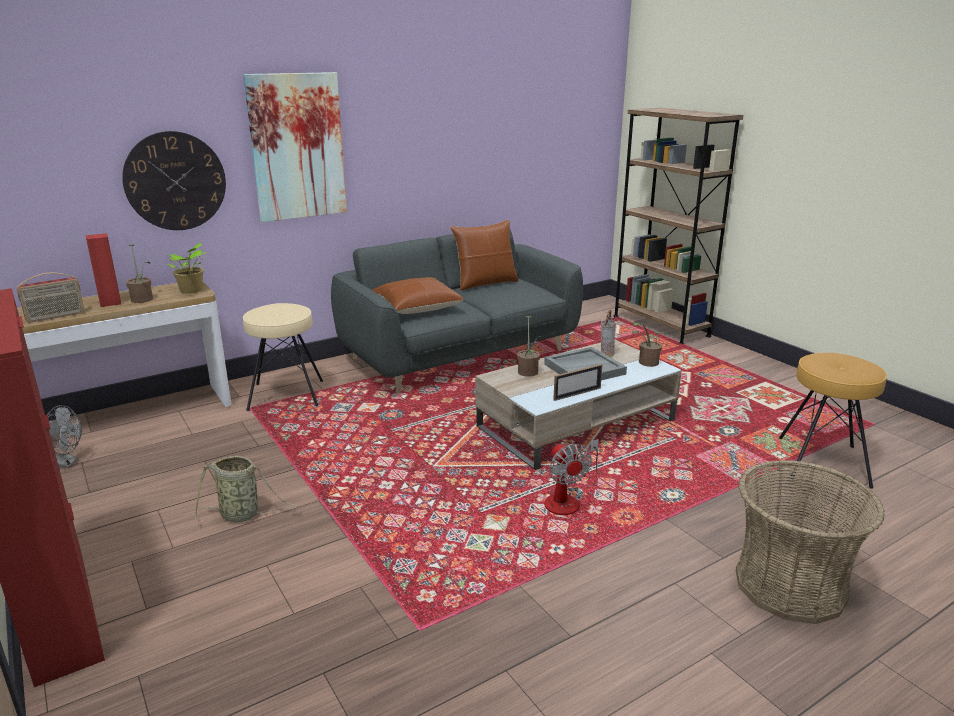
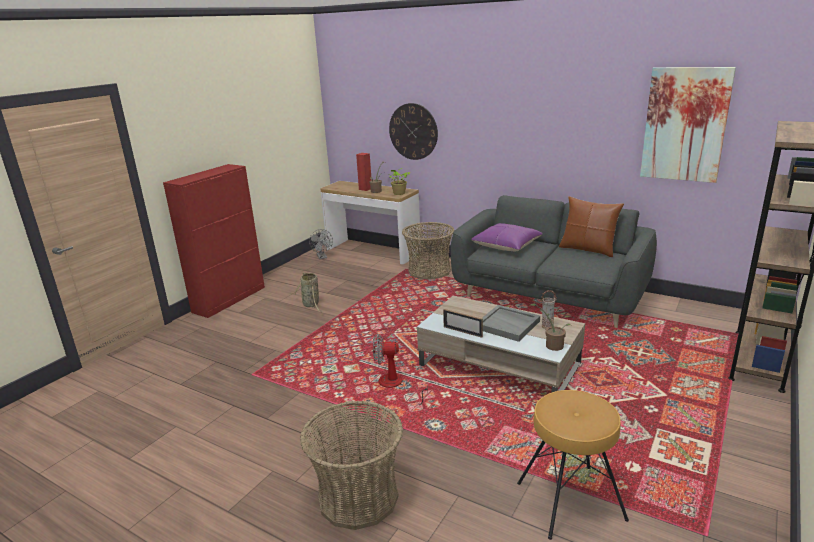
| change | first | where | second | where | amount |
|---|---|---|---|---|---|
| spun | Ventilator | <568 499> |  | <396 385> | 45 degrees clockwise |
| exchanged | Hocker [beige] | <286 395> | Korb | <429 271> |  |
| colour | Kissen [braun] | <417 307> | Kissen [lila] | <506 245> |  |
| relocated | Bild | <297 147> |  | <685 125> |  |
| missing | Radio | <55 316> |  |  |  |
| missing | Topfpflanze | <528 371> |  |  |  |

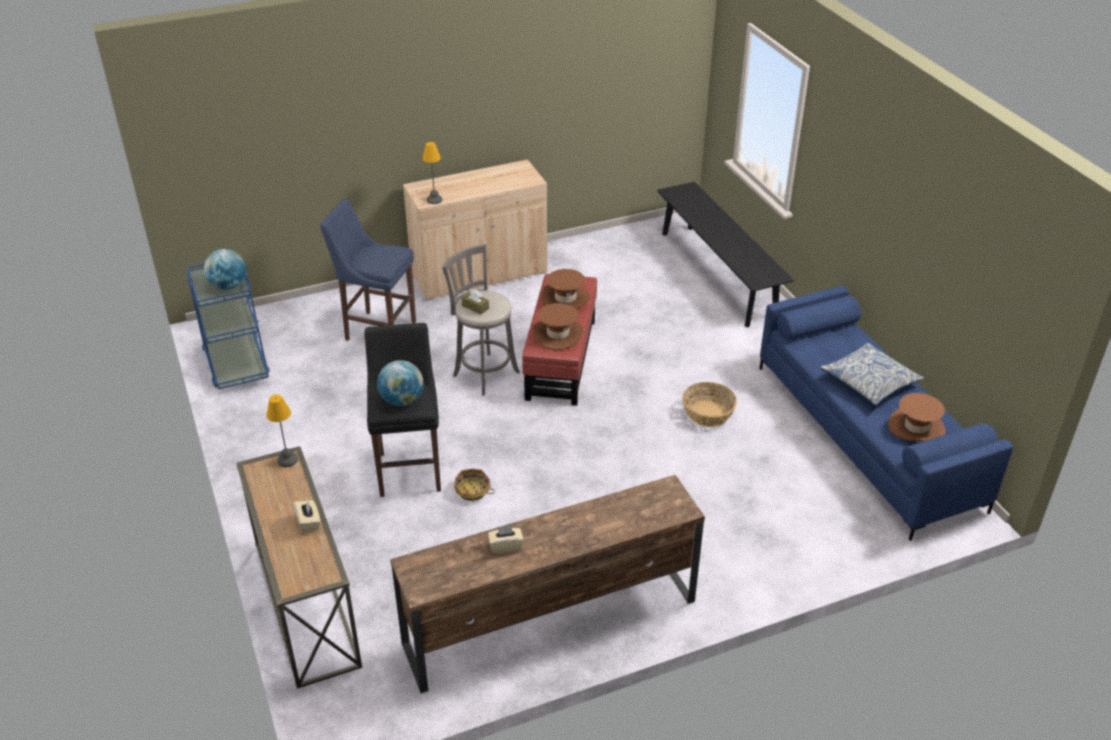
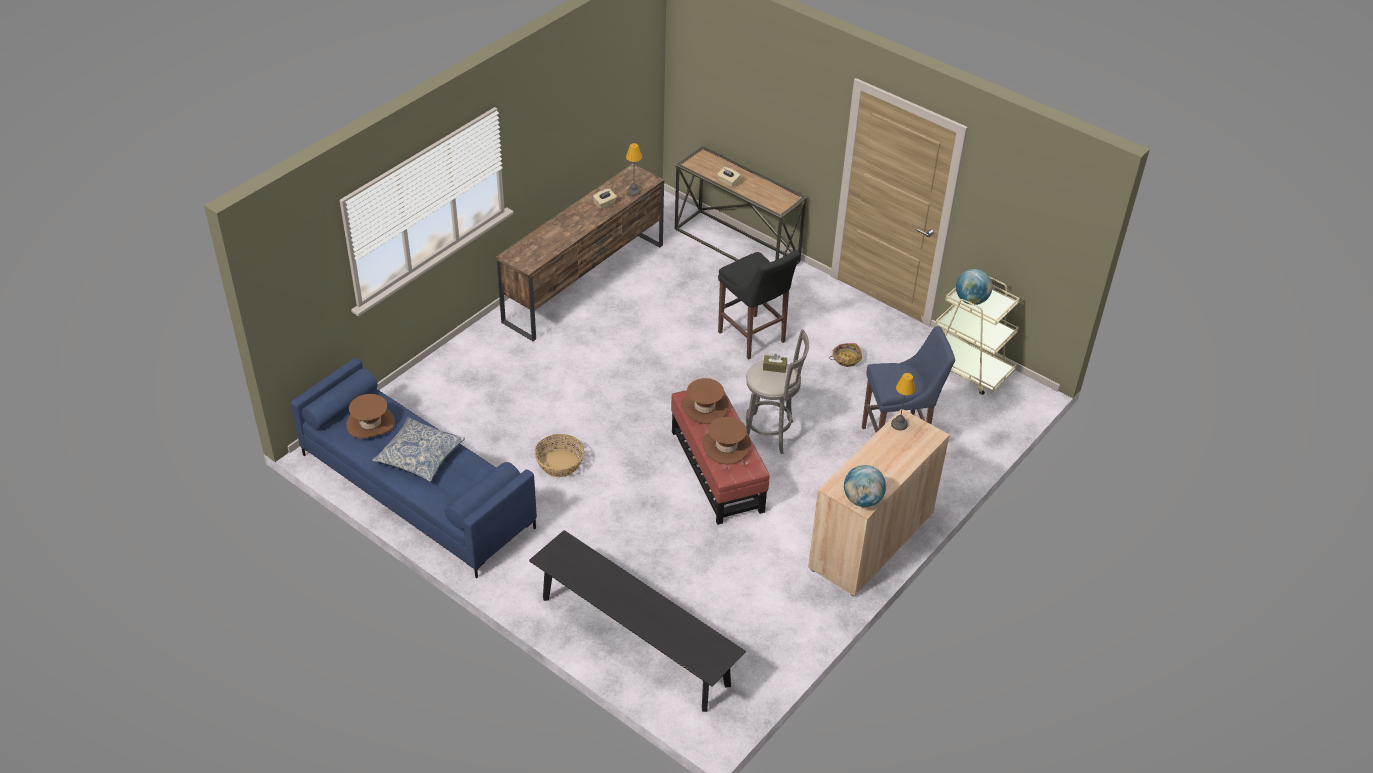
| change | first | where | second | where | amount |
|---|---|---|---|---|---|
| relocated | Tischlampe | <287 460> |  | <634 191> |  |
| relocated | Korb | <472 491> |  | <846 359> |  |
| relocated | Globus | <402 400> |  | <862 500> |  |
| colour | Rollwagen [blau] | <236 364> | Rollwagen [beige] | <968 369> |  |

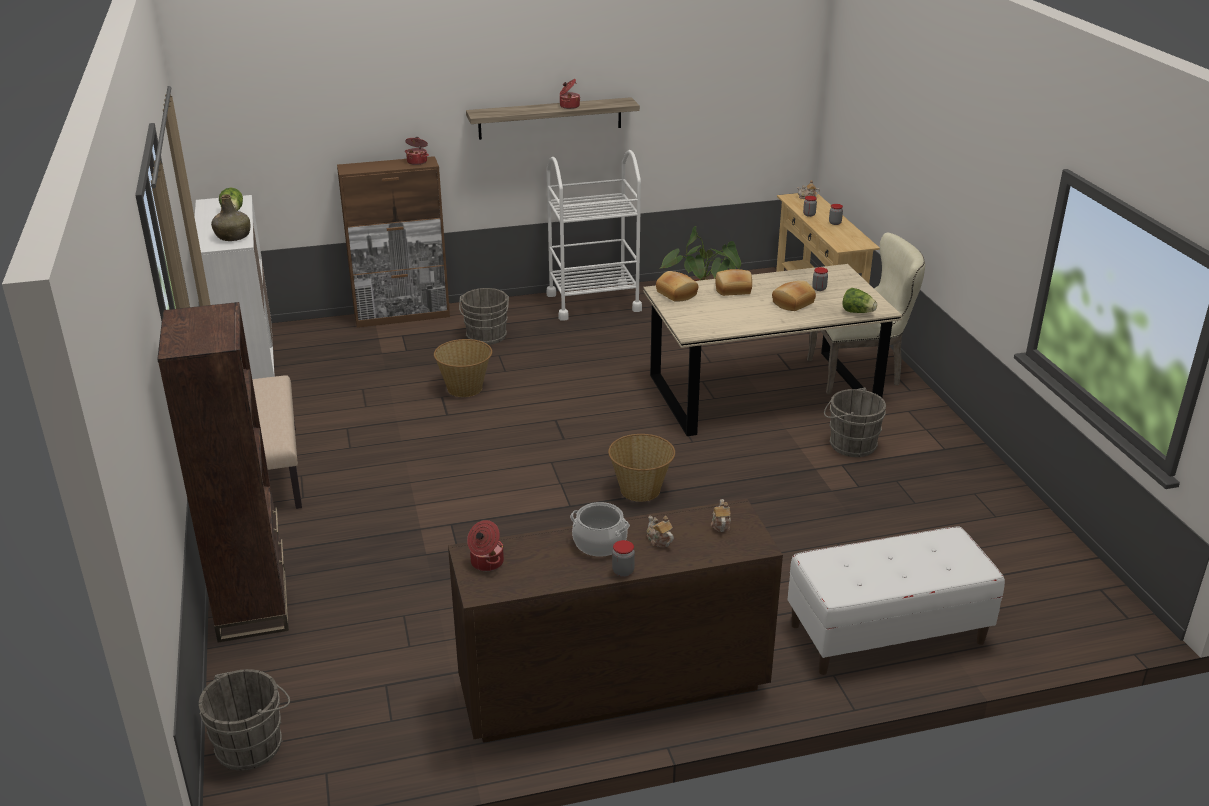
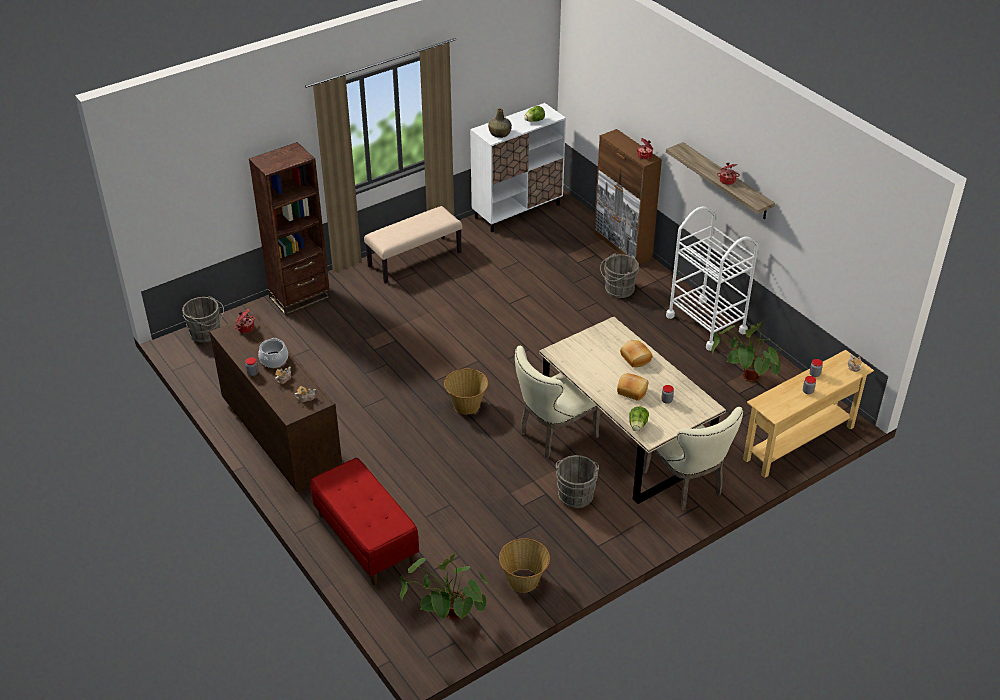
| change | first | where | second | where | amount |
|---|---|---|---|---|---|
| colour | Bank [weiß] | <886 634> | Bank [rot] | <365 539> |  |
| appeared |  |  | Topfpflanze | <447 618> |  |
| relocated | Korb | <465 388> |  | <524 581> |  |
| appeared |  |  | Stuhl [beige] | <553 435> |  |
| missing | Brot | <677 293> |  |  |  |

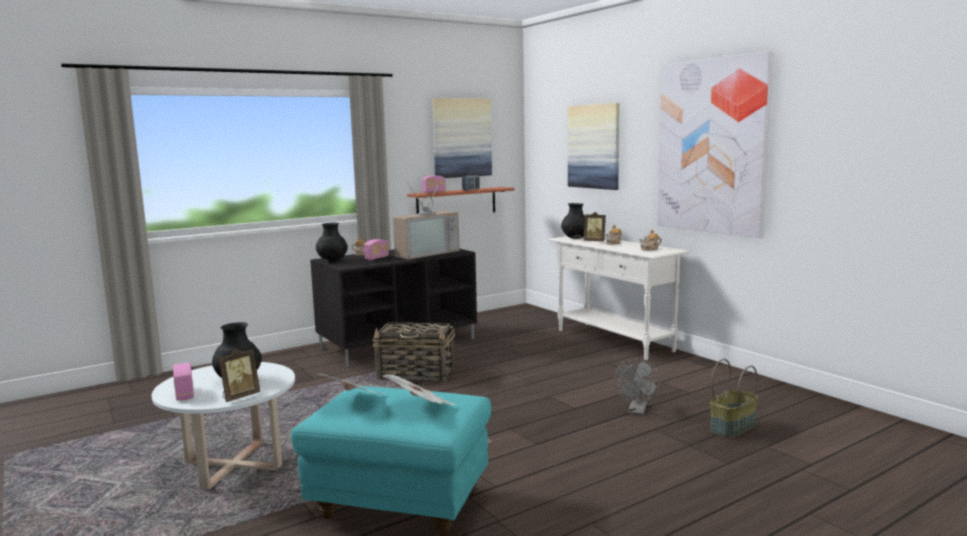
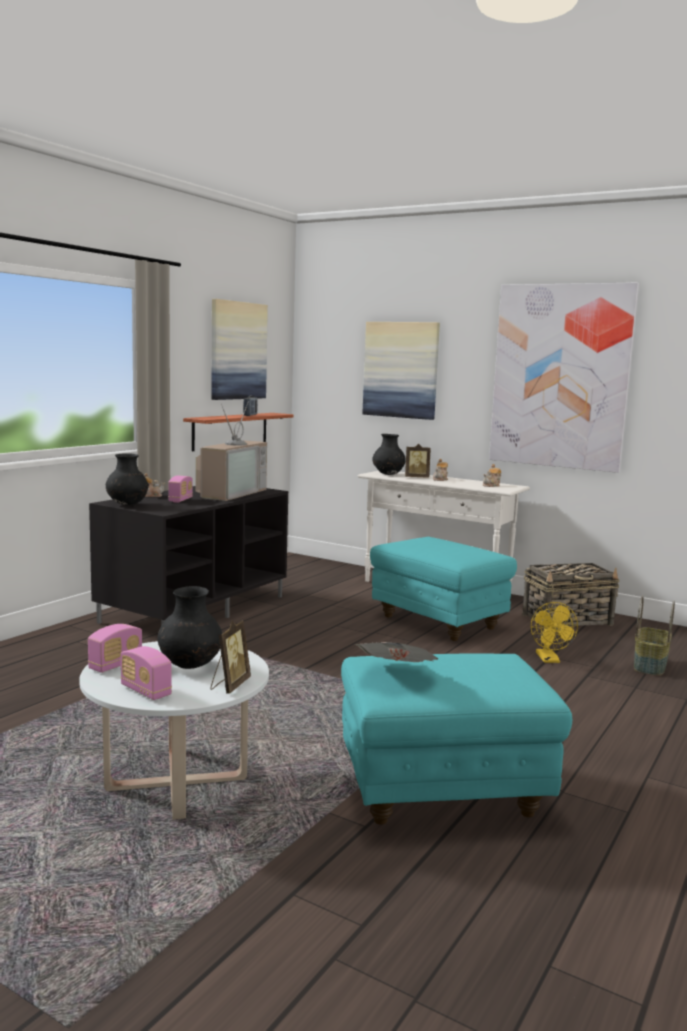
| change | first | where | second | where | amount |
|---|---|---|---|---|---|
| relocated | Radio | <434 192> |  | <116 665> |  |
| appeared |  |  | Polsterhocker [türkis] | <439 622> |  |
| relocated | Korb | <417 374> |  | <568 620> |  |
| colour | Ventilator [grau] | <637 411> | Ventilator [gelb] | <549 660> |  |
| missing | Zeitung | <419 408> |  |  |  |

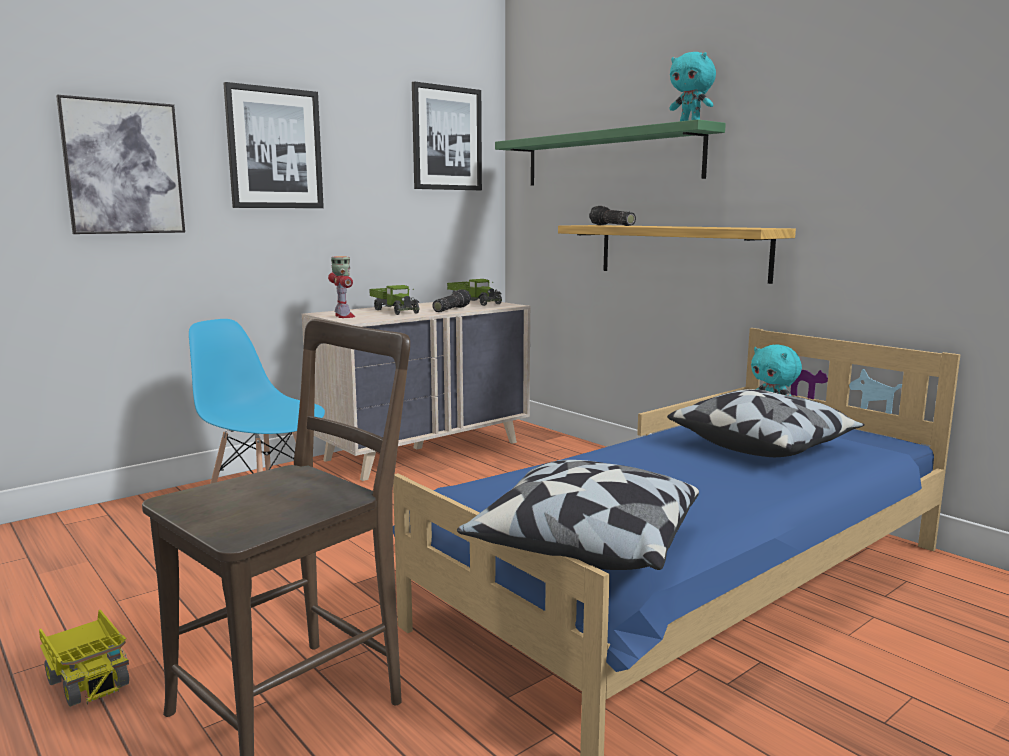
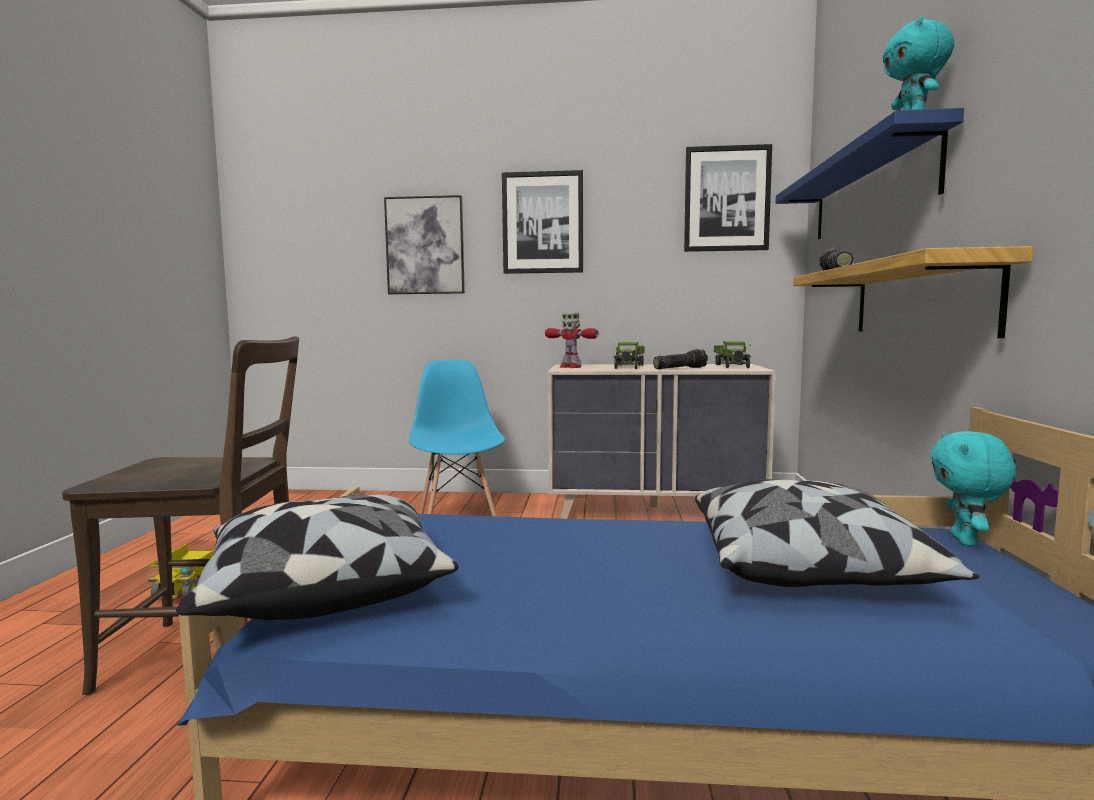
| change | first | where | second | where | amount |
|---|---|---|---|---|---|
| spun | Spielzeugroboter | <344 316> |  | <570 367> | 105 degrees clockwise |
| colour | Wandregal [grün] | <609 158> | Wandregal [blau] | <869 192> |  |

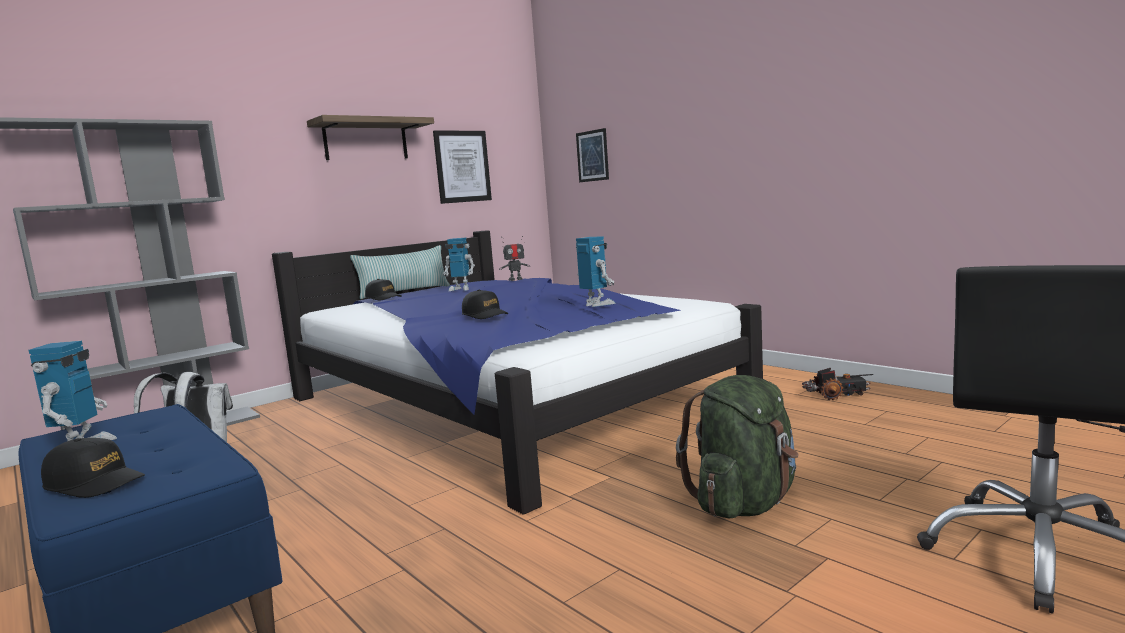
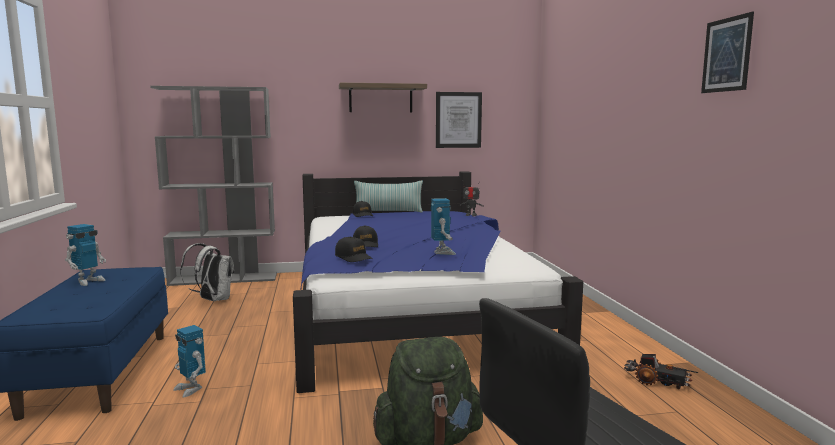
| change | first | where | second | where | amount |
|---|---|---|---|---|---|
| relocated | Spielzeugroboter | <461 289> |  | <191 389> |  |
| relocated | Kappe [schwarz] | <95 483> |  | <353 257> |  |
| relocated | Bild | <592 156> |  | <726 55> |  |

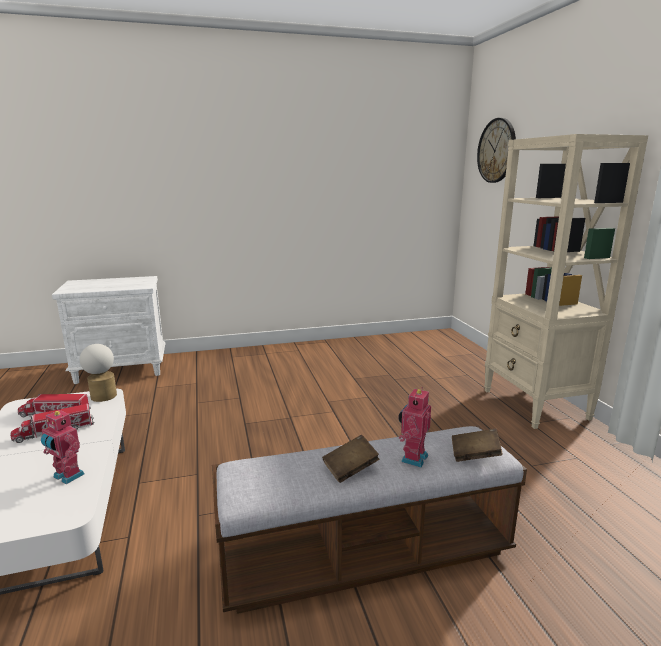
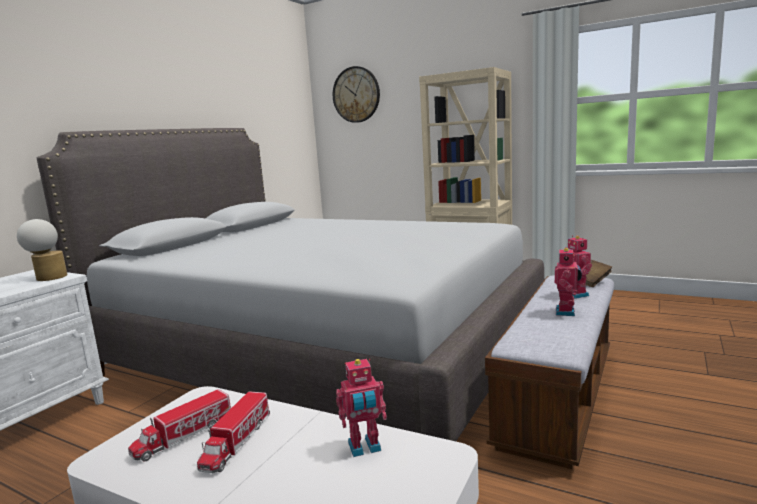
| change | first | where | second | where | amount |
|---|---|---|---|---|---|
| relocated | Tischlampe | <103 394> |  | <48 277> |  |
| appeared |  |  | Bett [grau] | <322 352> |  |
| exchanged | Buch [braun] | <350 469> | Spielzeugroboter | <567 312> |  |

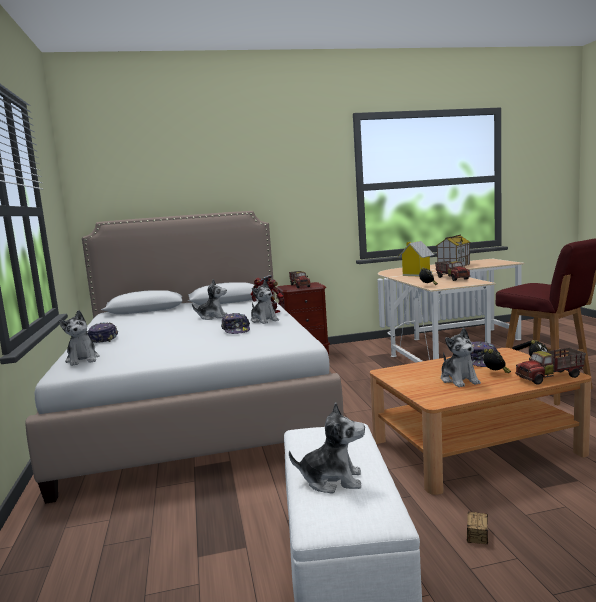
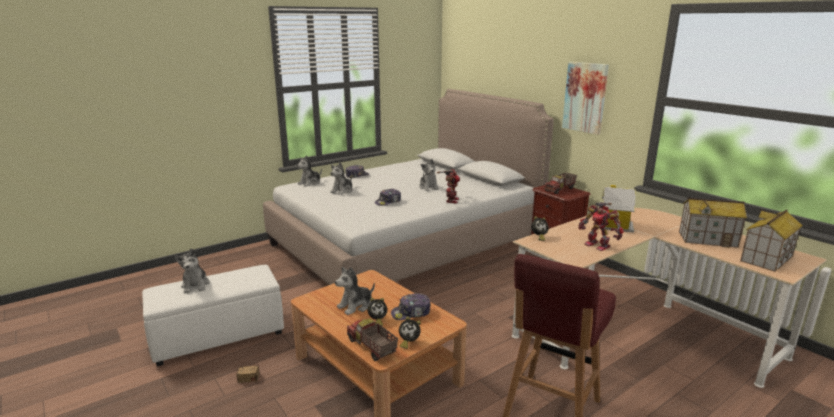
| change | first | where | second | where | amount |
|---|---|---|---|---|---|
| relocated | Plüschtier | <264 320> |  | <342 191> |  |
| appeared |  |  | Bild | <585 97> |  |
| exchanged | Spielzeuglaster | <452 278> | Spielzeugroboter | <598 245> |  |
| appeared |  |  | Spielzeughaus | <766 259> |  |

